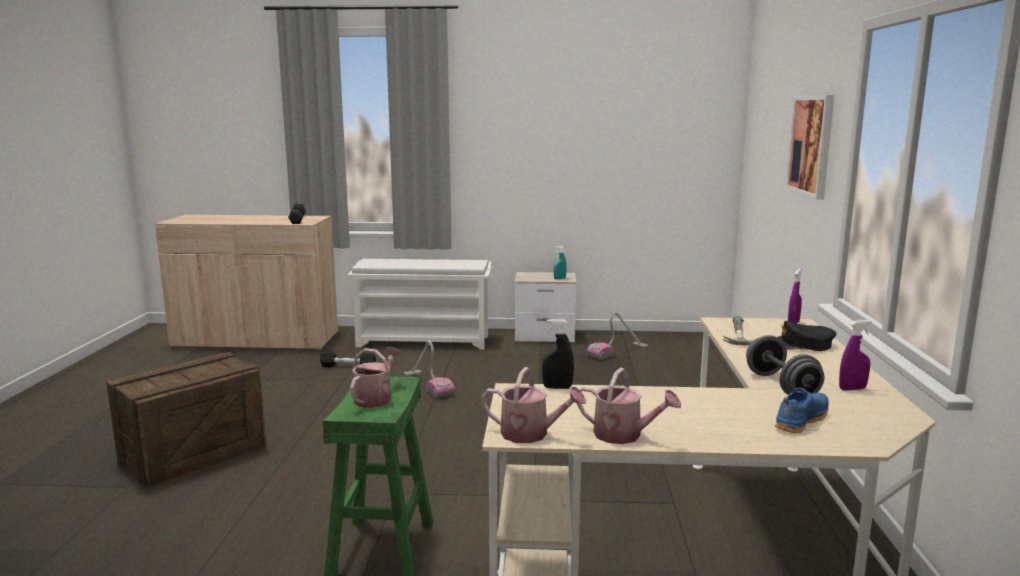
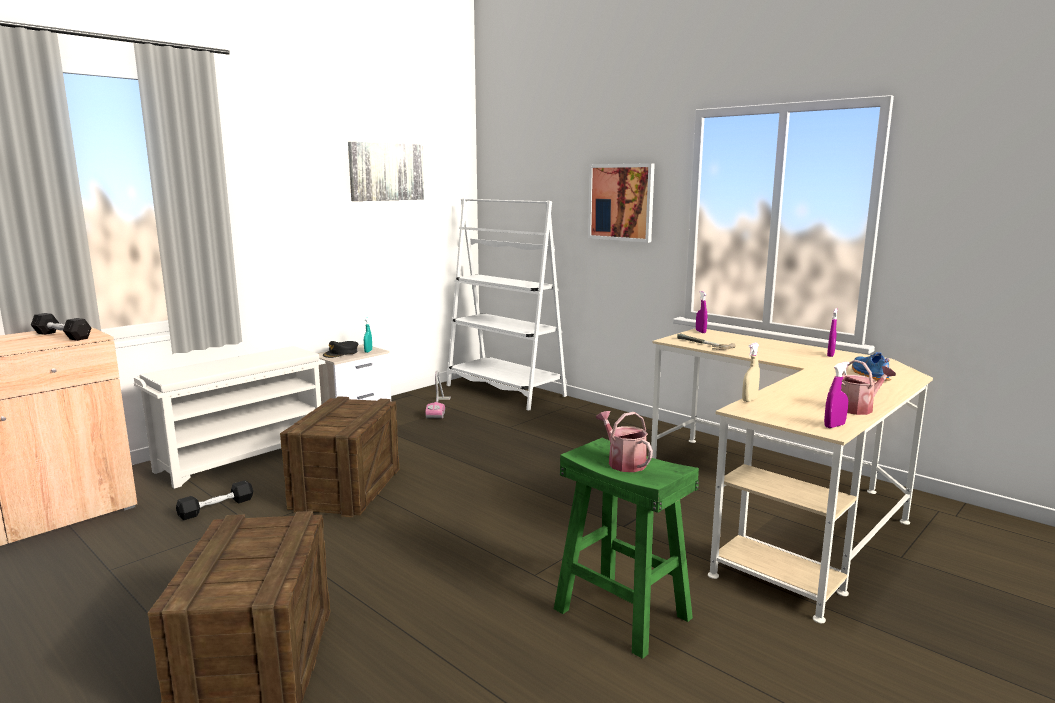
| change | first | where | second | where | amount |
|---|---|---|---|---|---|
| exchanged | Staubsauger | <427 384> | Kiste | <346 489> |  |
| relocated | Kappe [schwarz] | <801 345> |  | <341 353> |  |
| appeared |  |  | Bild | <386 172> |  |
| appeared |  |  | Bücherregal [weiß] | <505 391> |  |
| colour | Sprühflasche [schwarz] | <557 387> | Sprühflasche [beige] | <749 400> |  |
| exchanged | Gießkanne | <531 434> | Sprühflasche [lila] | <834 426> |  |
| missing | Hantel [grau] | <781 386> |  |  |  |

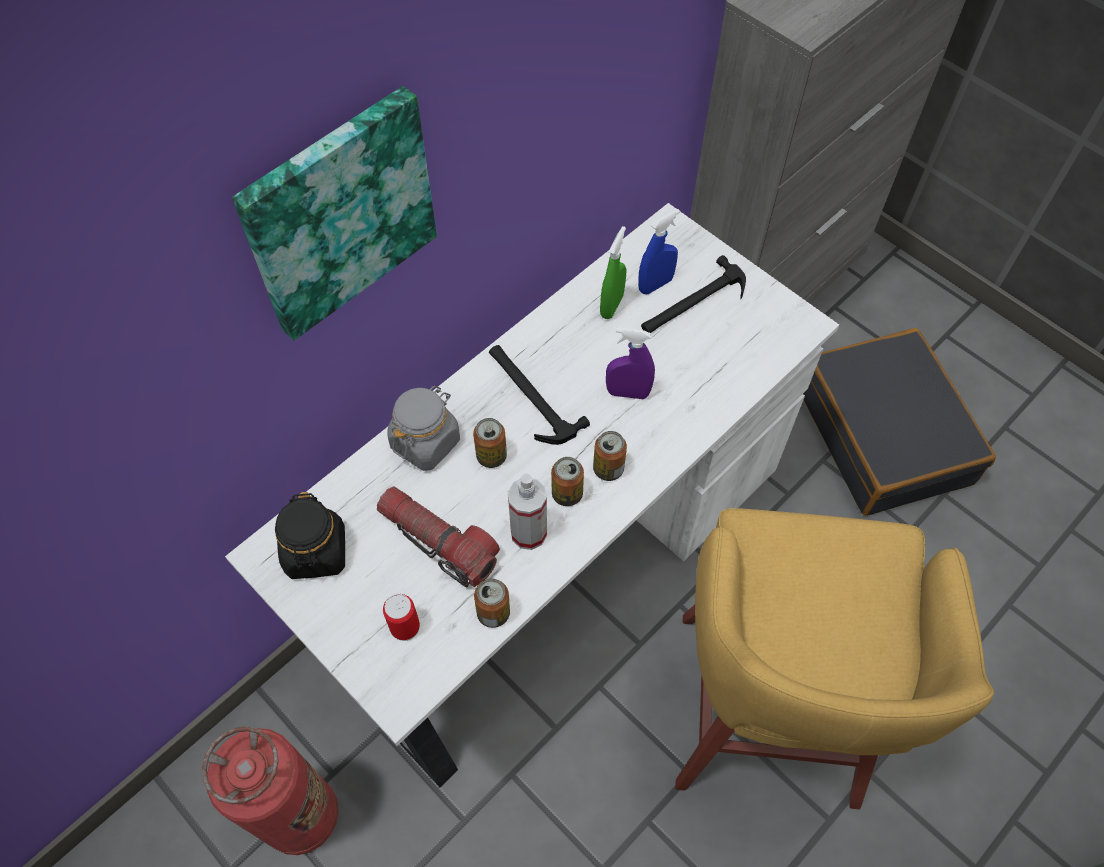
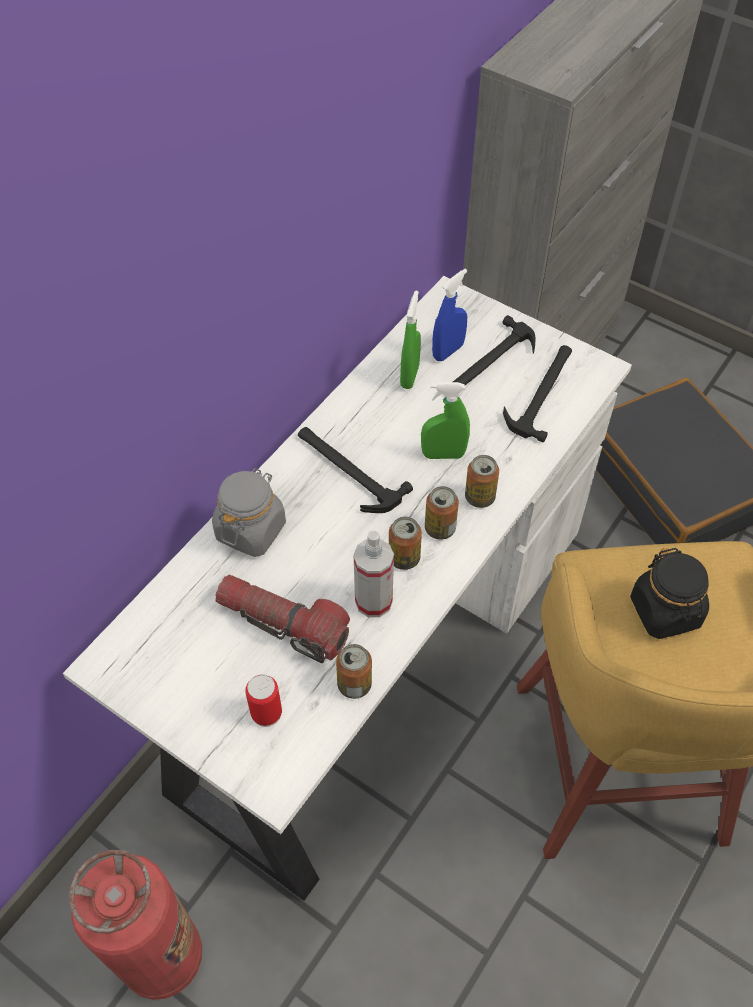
| change | first | where | second | where | amount |
|---|---|---|---|---|---|
| colour | Sprühflasche [lila] | <627 393> | Sprühflasche [grün] | <443 454> |  |
| relocated | Dose | <491 456> |  | <479 497> |  |
| appeared |  |  | Hammer | <542 392> |  |
| relocated | Vorratsglas [schwarz] | <316 552> |  | <665 611> |  |
| missing | Bild | <338 213> |  |  |  |

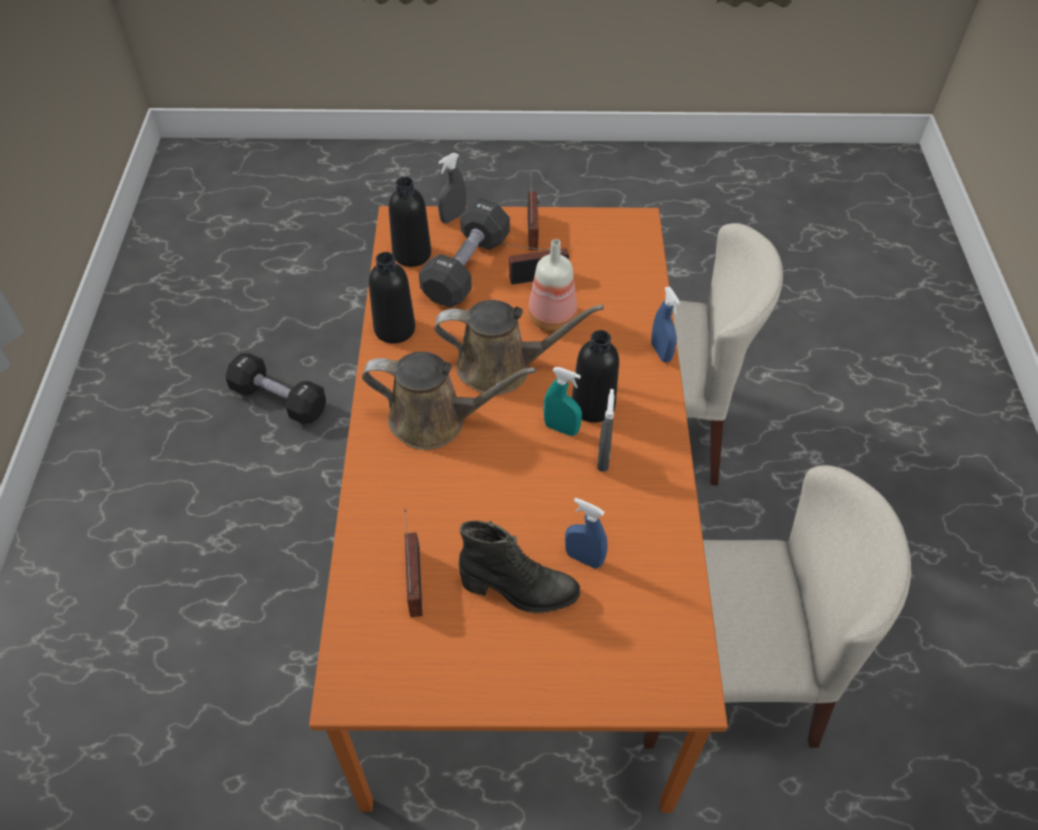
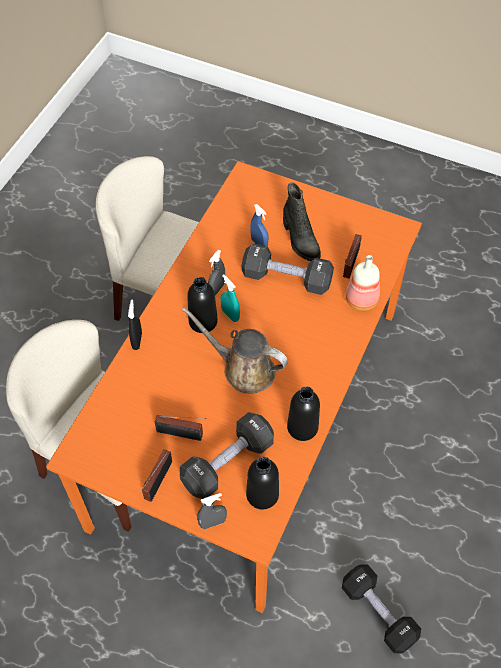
| change | first | where | second | where | amount |
|---|---|---|---|---|---|
| colour | Sprühflasche [blau] | <661 352> | Sprühflasche [schwarz] | <137 341> |  |
| appeared |  |  | Hantel [schwarz] | <286 278> |  |
| spun | Stiefel [schwarz] | <519 591> |  | <300 241> | 150 degrees counterclockwise |
| relocated | Flasche | <553 318> |  | <360 299> |  |
| missing | Gießkanne [braun] | <435 420> |  |  |  |

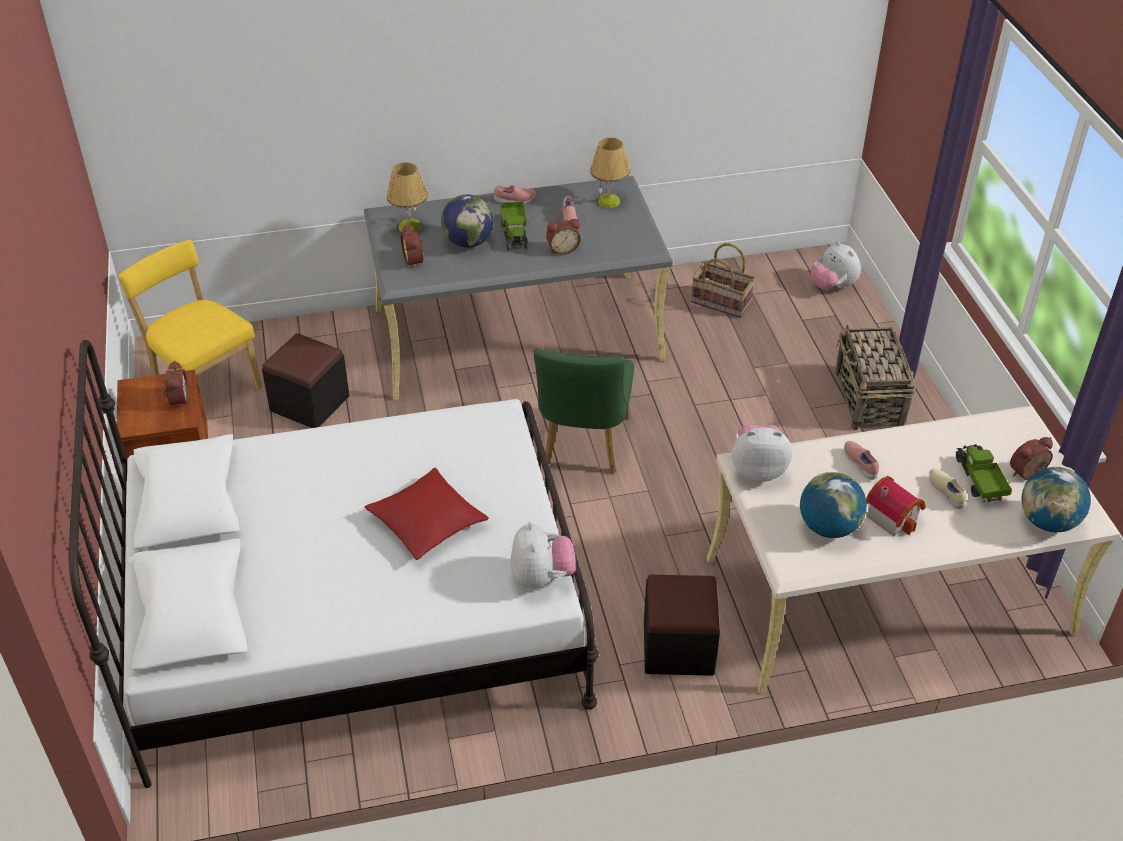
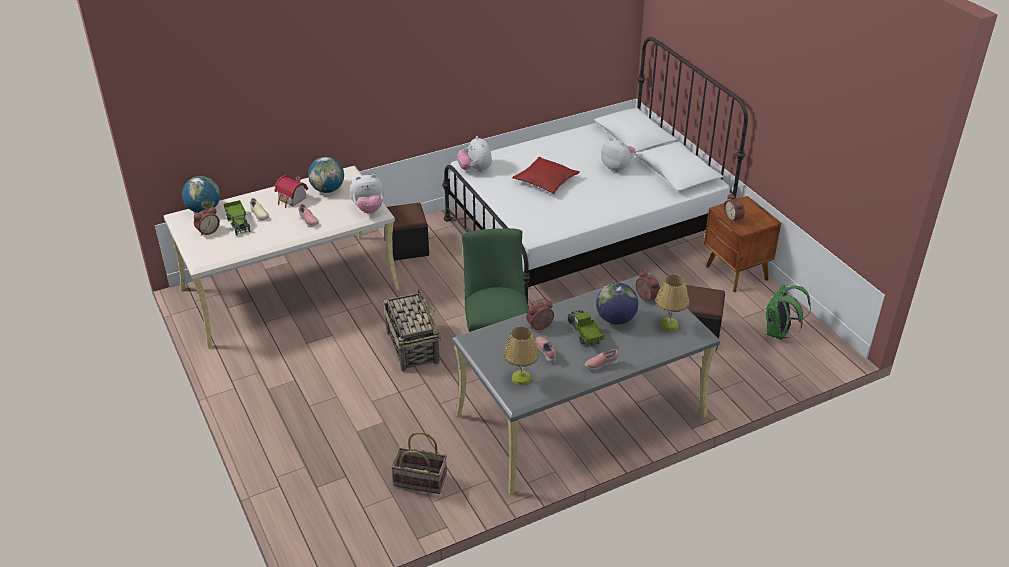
| change | first | where | second | where | amount |
|---|---|---|---|---|---|
| relocated | Korb | <869 400> |  | <412 346> |  |
| relocated | Plüschtier | <833 286> |  | <617 167> |  |
| exchanged | Stuhl [gelb] | <204 385> | Rucksack [grün] | <779 333> |  |

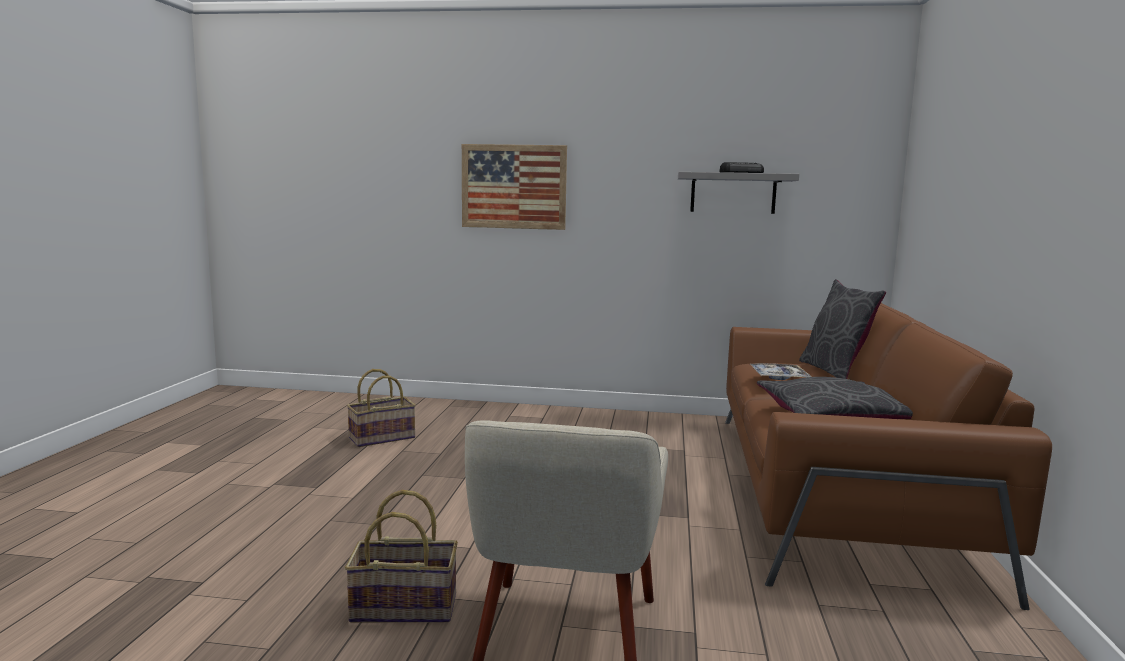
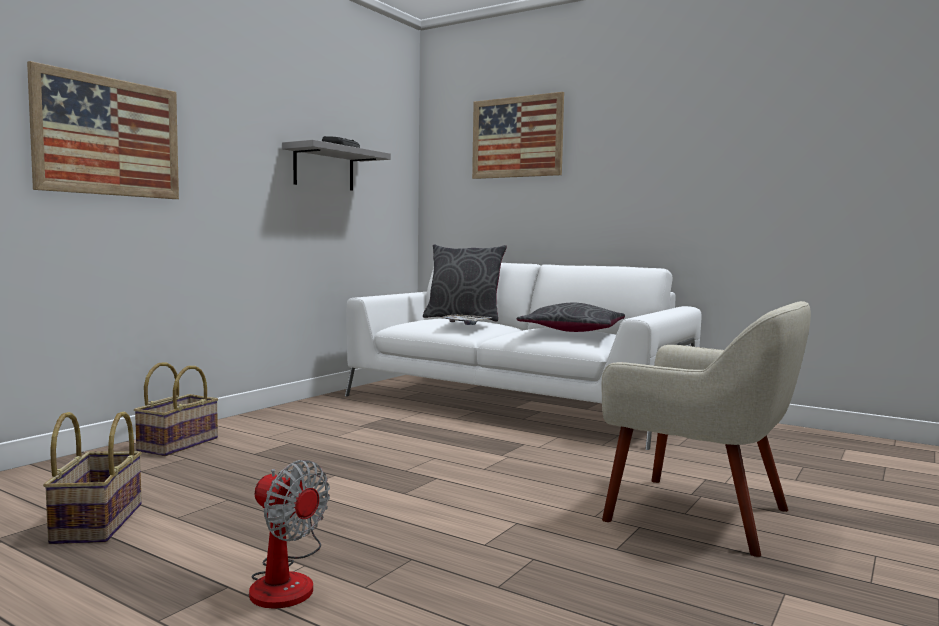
| change | first | where | second | where | amount |
|---|---|---|---|---|---|
| relocated | Korb | <405 607> |  | <177 444> |  |
| appeared |  |  | Ventilator | <287 580> |  |
| colour | Sofa [braun] | <834 490> | Sofa [weiß] | <515 404> |  |
| appeared |  |  | Bild | <517 137> |  |

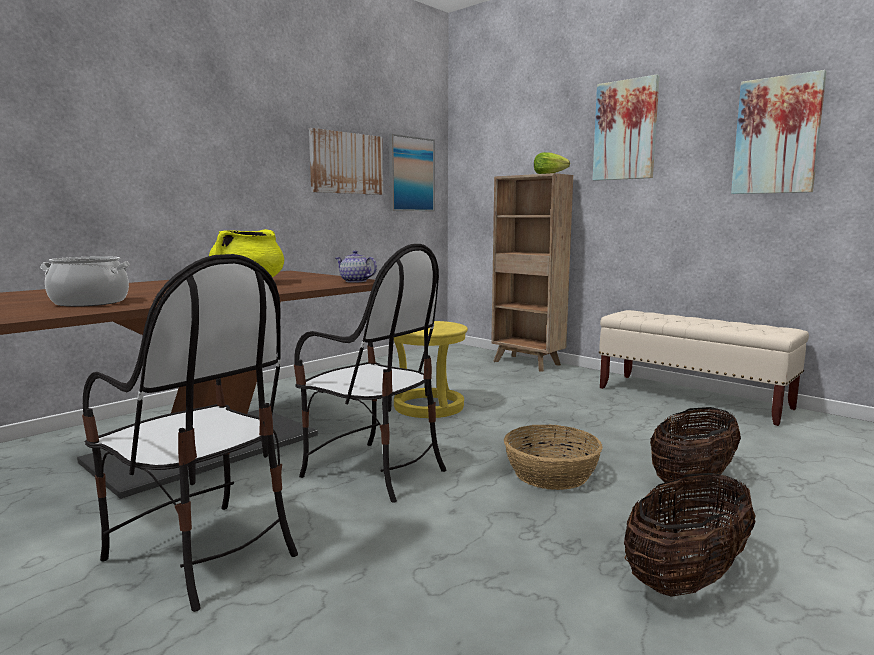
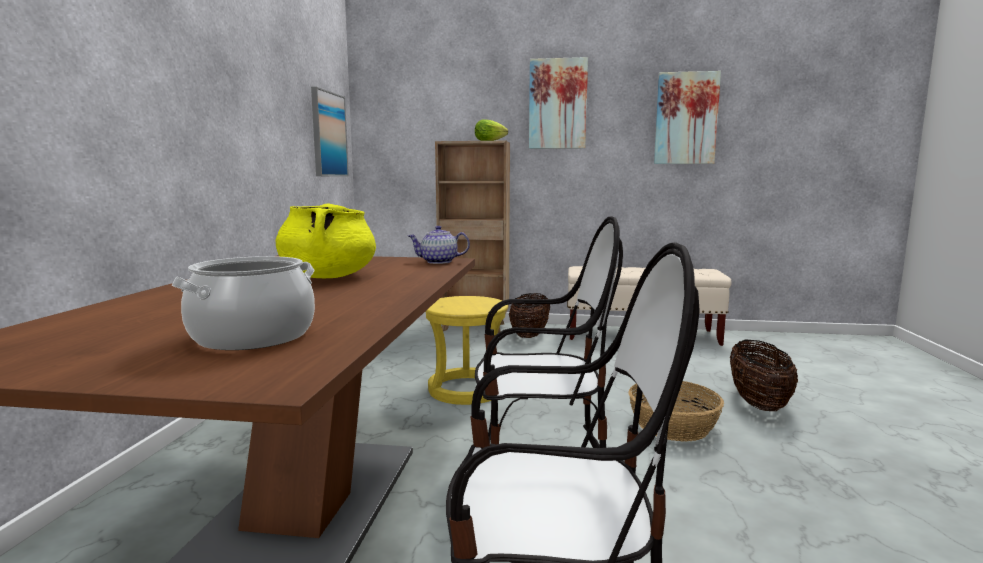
| change | first | where | second | where | amount |
|---|---|---|---|---|---|
| relocated | Korb | <686 578> |  | <529 335> |  |
| missing | Bild | <346 163> |  |  |  |

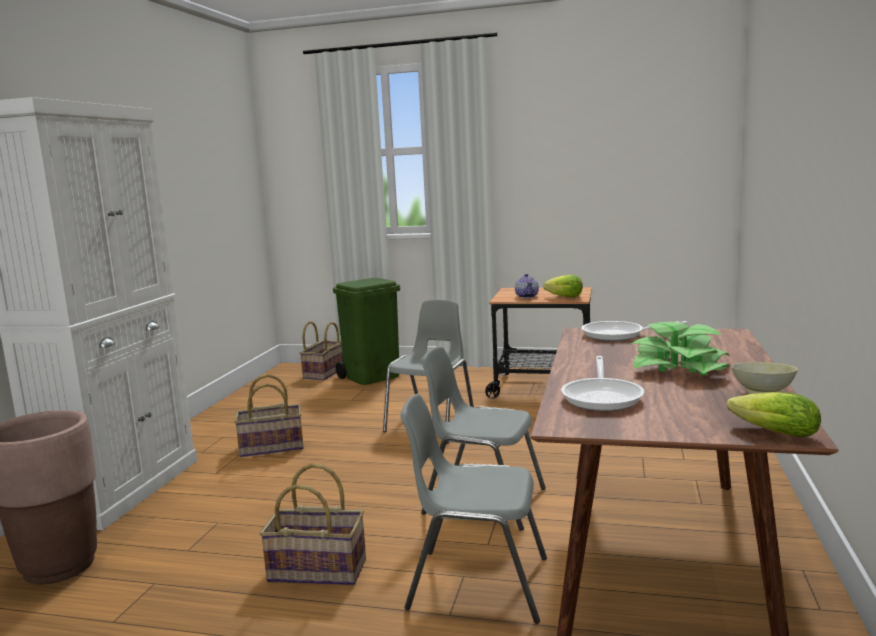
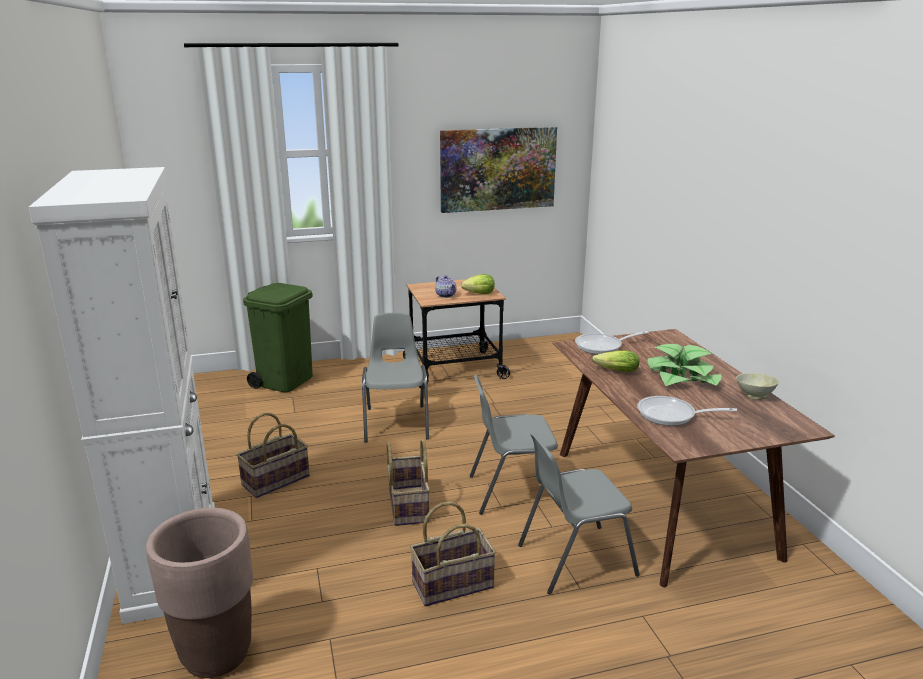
| change | first | where | second | where | amount |
|---|---|---|---|---|---|
| relocated | Korb | <324 373> |  | <407 505> |  |
| appeared |  |  | Bild | <498 169> |  |
| relocated | Salatkopf | <770 432> |  | <614 371> |  |
| spun | Pfanne | <602 397> |  | <671 415> | 120 degrees clockwise |

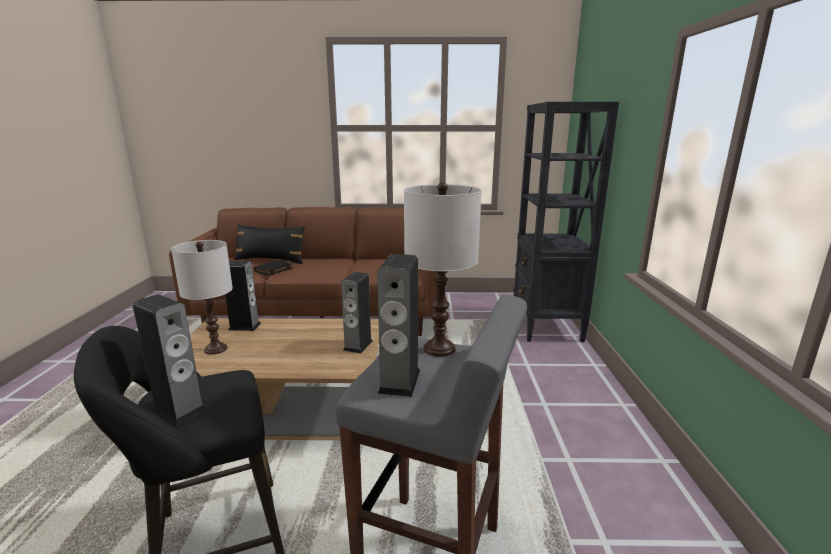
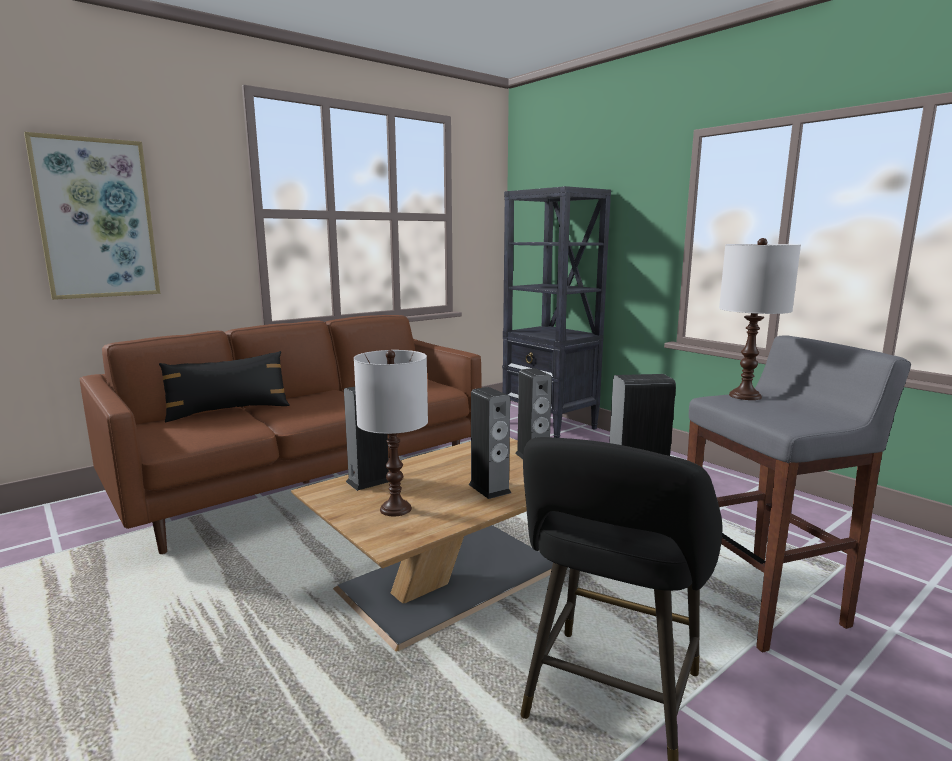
| change | first | where | second | where | amount |
|---|---|---|---|---|---|
| appeared |  |  | Bild | <96 219> |  |
| relocated | Lautsprecher | <399 381> |  | <489 488> |  |
| missing | Buch [schwarz] | <273 270> |  |  |  |

